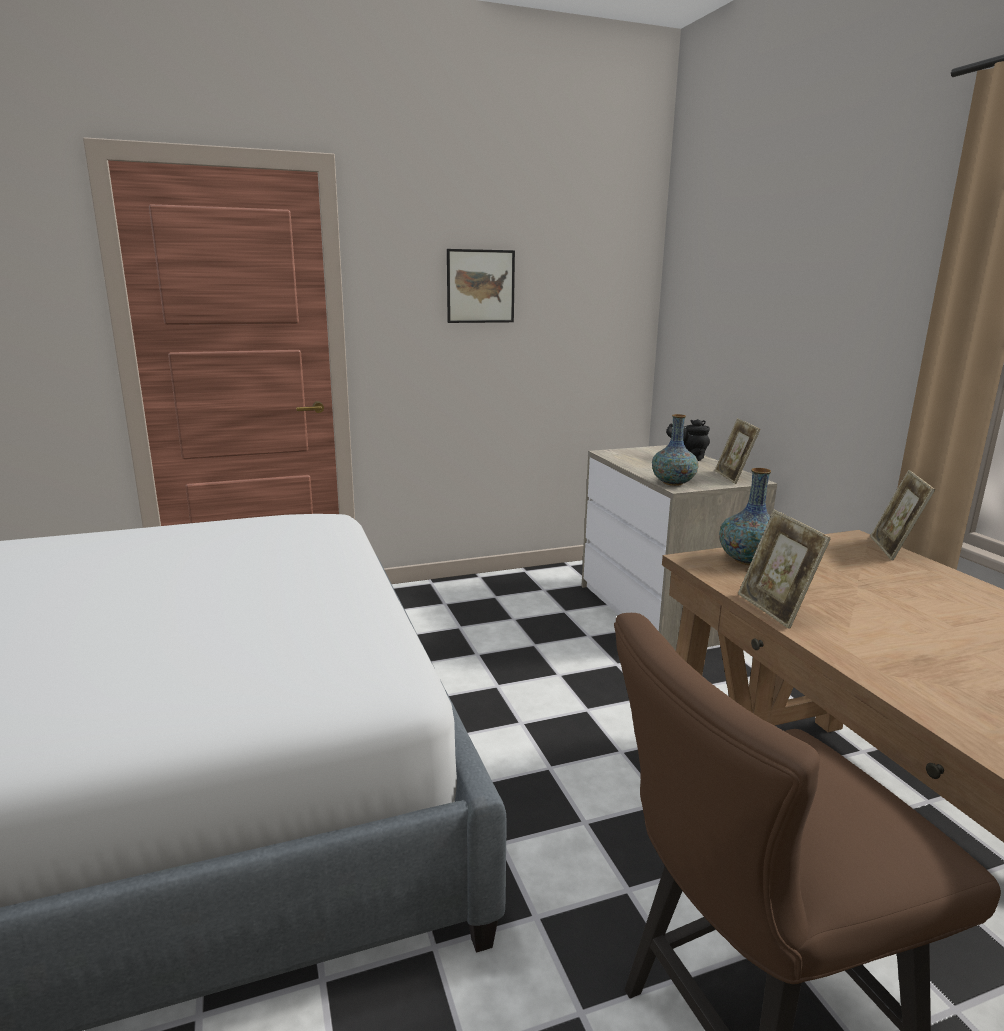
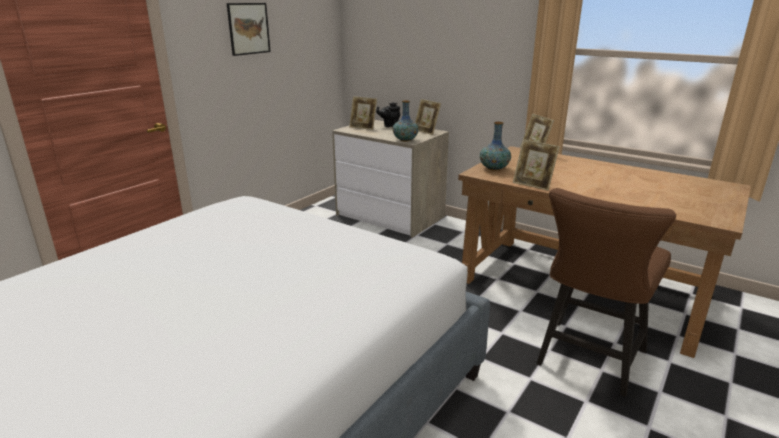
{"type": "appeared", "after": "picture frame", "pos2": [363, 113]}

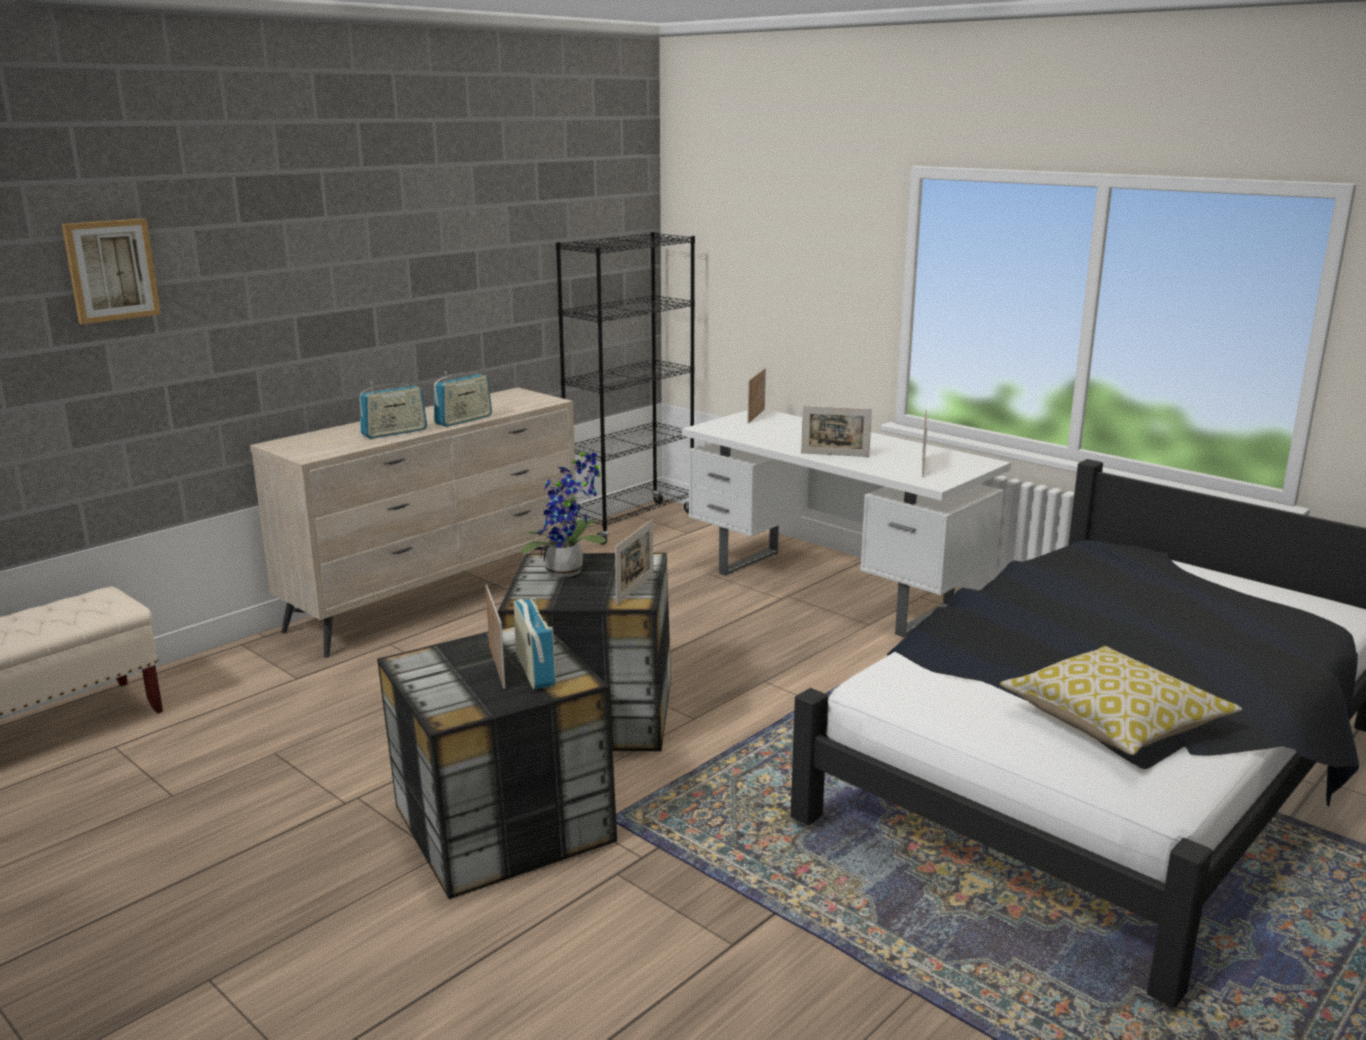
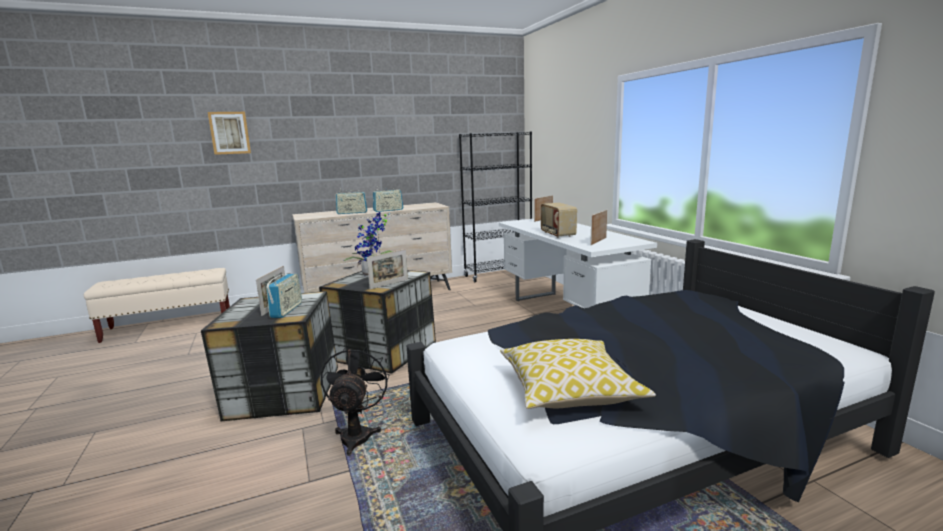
{"type": "exchanged", "before": "picture frame", "after": "radio receiver", "pos1": [836, 431], "pos2": [559, 220]}
{"type": "appeared", "after": "blackish electric fan", "pos2": [355, 400]}

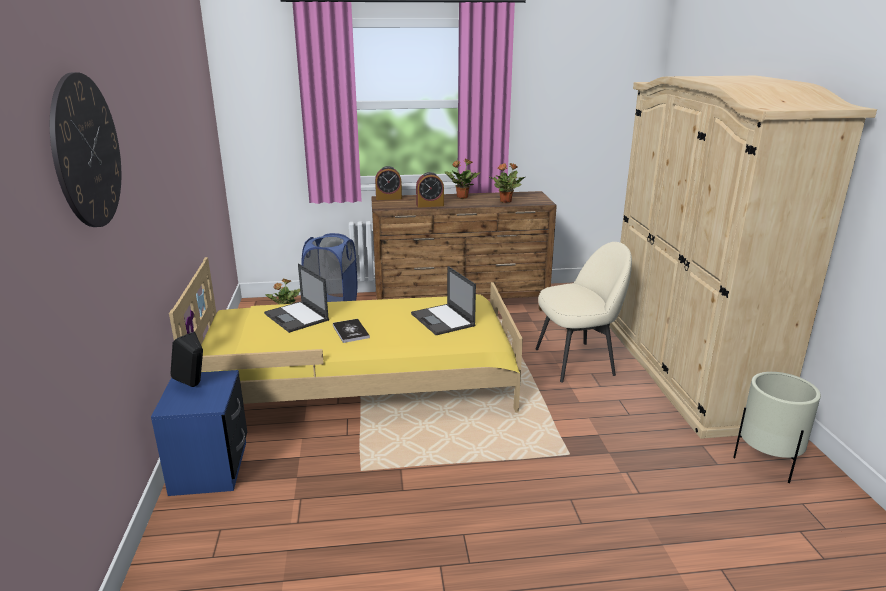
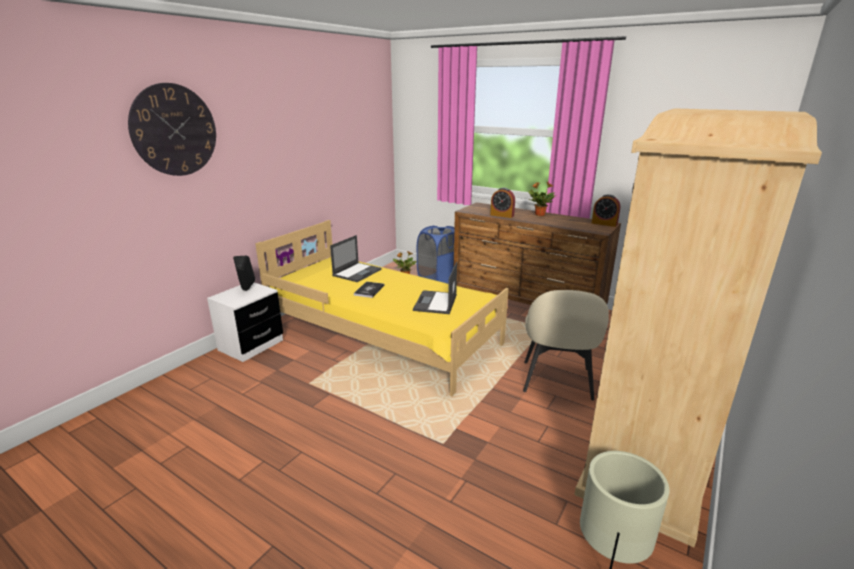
{"type": "colour", "before": "blue-coloured nightstand", "after": "whitish nightstand", "pos1": [199, 433], "pos2": [245, 322]}
{"type": "spun", "before": "notebook computer", "pos1": [296, 298], "pos2": [356, 258], "turn": -150}
{"type": "relocated", "before": "alarm clock", "pos1": [388, 183], "pos2": [606, 210]}
{"type": "missing", "before": "potted plant", "pos1": [507, 183]}
{"type": "spun", "before": "beige-coloured chair", "pos1": [583, 312], "pos2": [566, 345], "turn": 75}

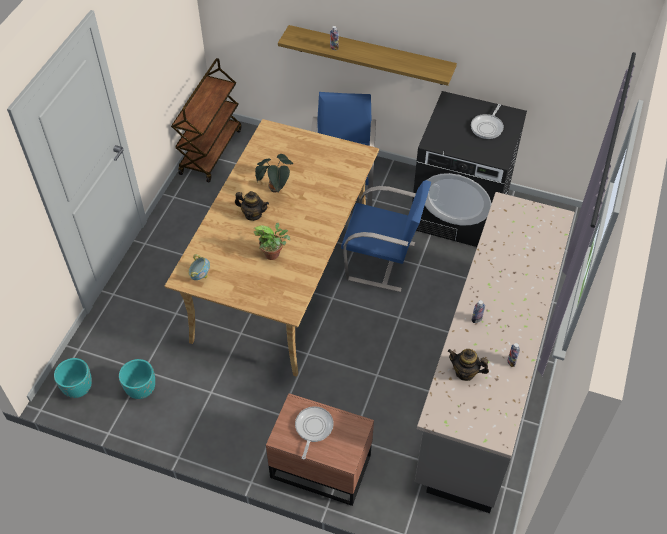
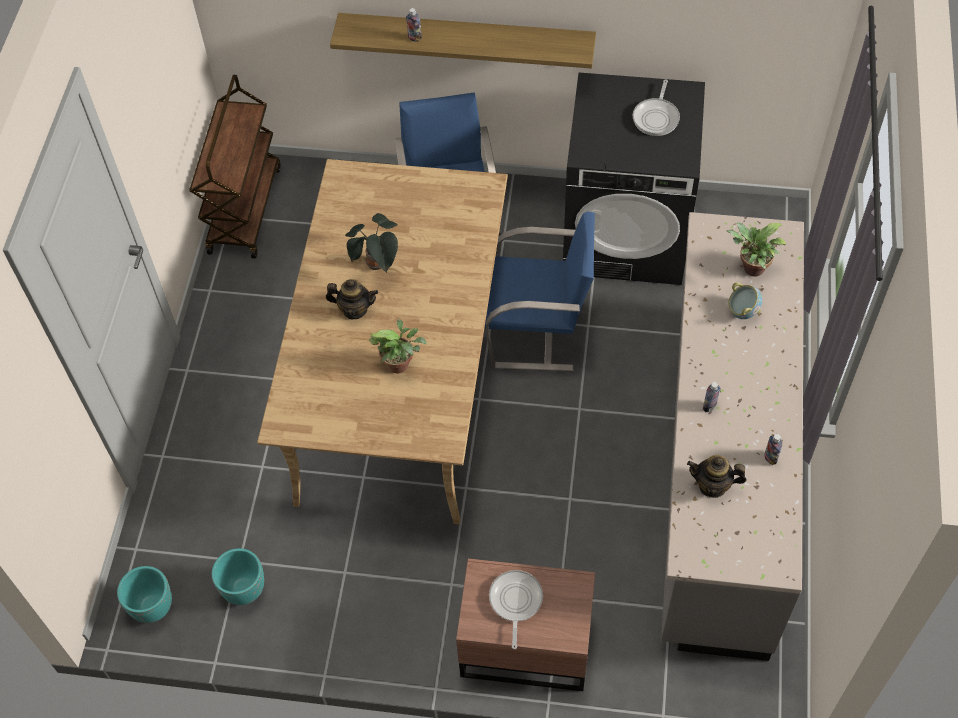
{"type": "relocated", "before": "deep dish", "pos1": [199, 267], "pos2": [745, 300]}
{"type": "appeared", "after": "potted plant", "pos2": [756, 250]}

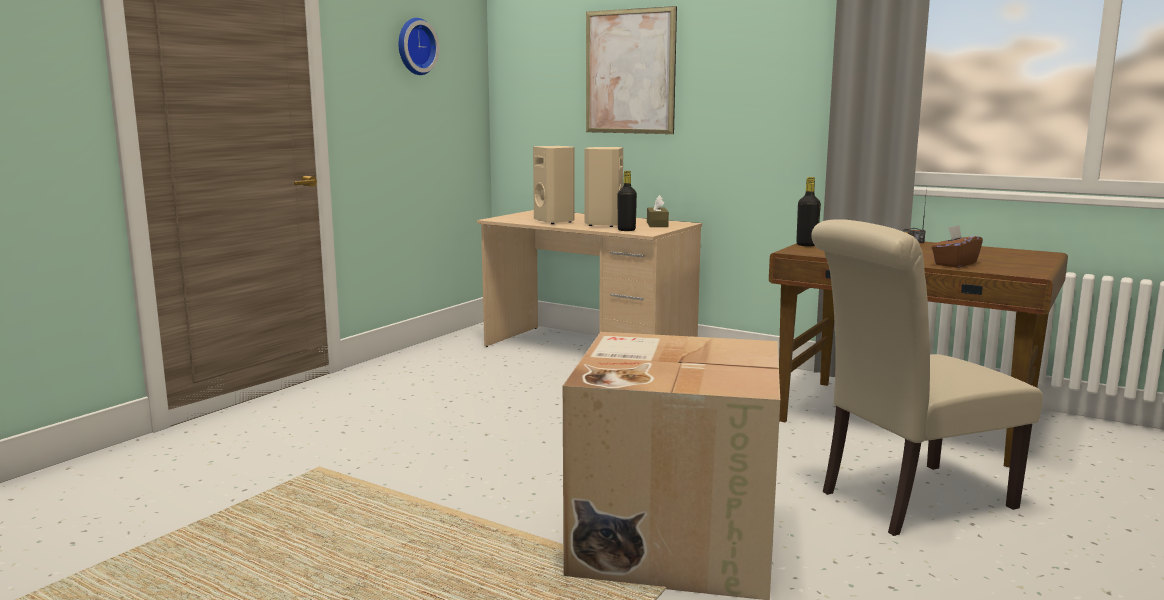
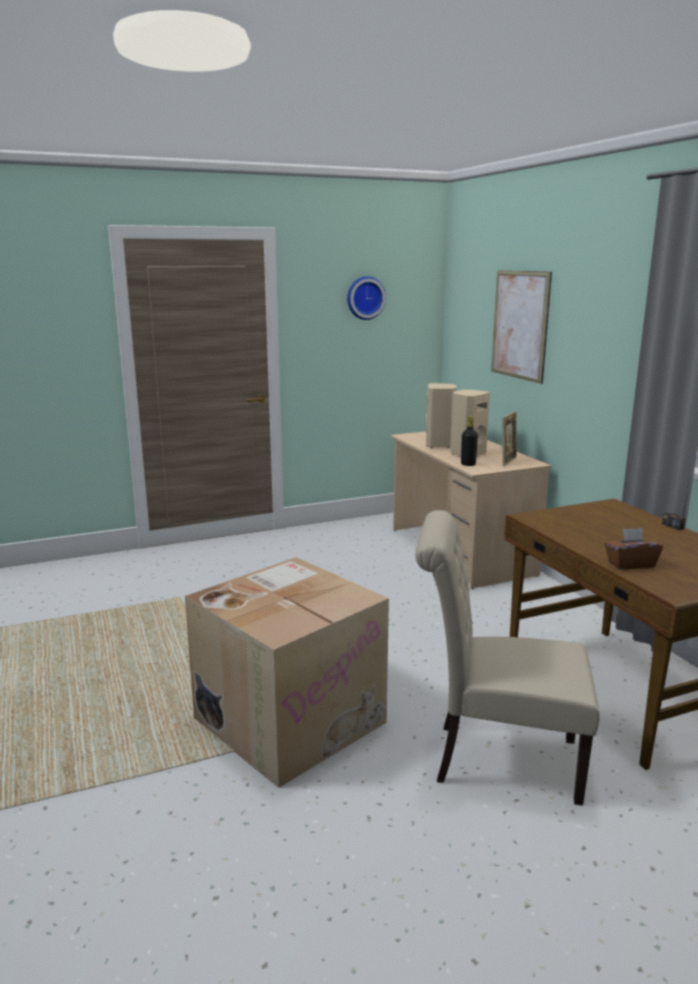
{"type": "exchanged", "before": "brown tissue holder", "after": "picture frame", "pos1": [658, 211], "pos2": [509, 438]}
{"type": "missing", "before": "blackish bottle", "pos1": [808, 211]}

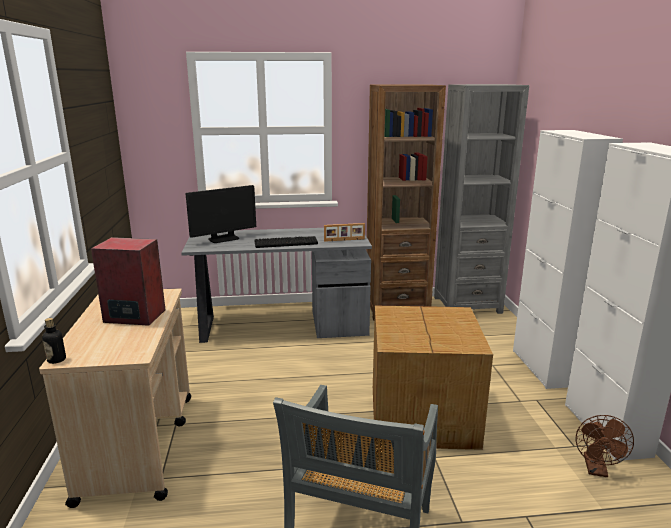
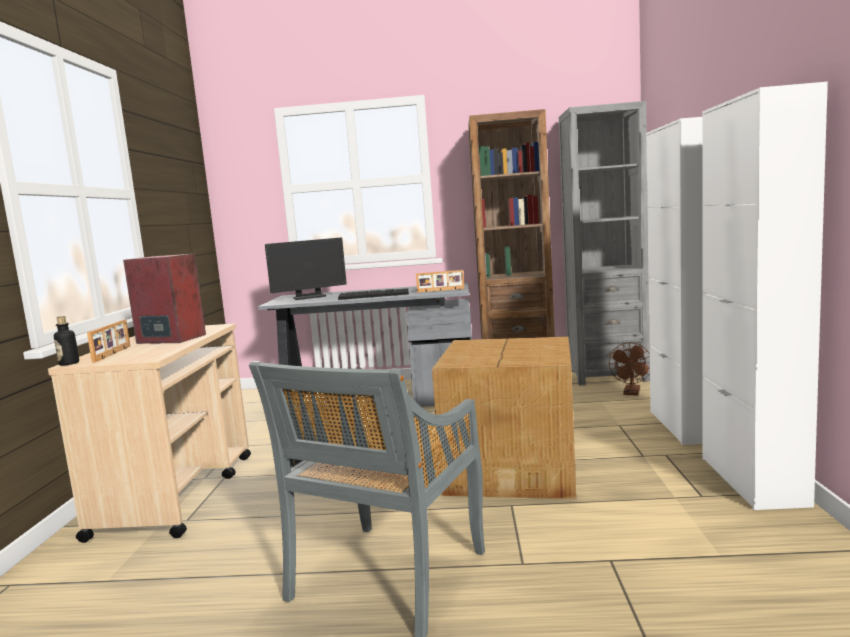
{"type": "relocated", "before": "brown electric fan", "pos1": [605, 446], "pos2": [629, 368]}
{"type": "appeared", "after": "picture frame", "pos2": [108, 341]}

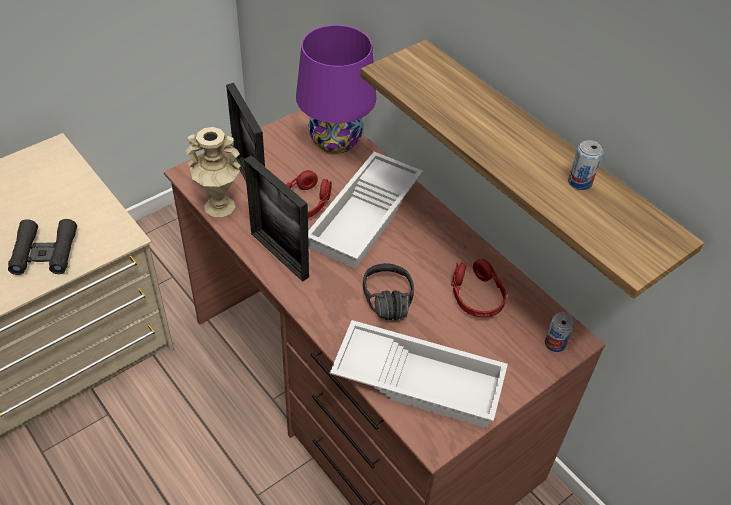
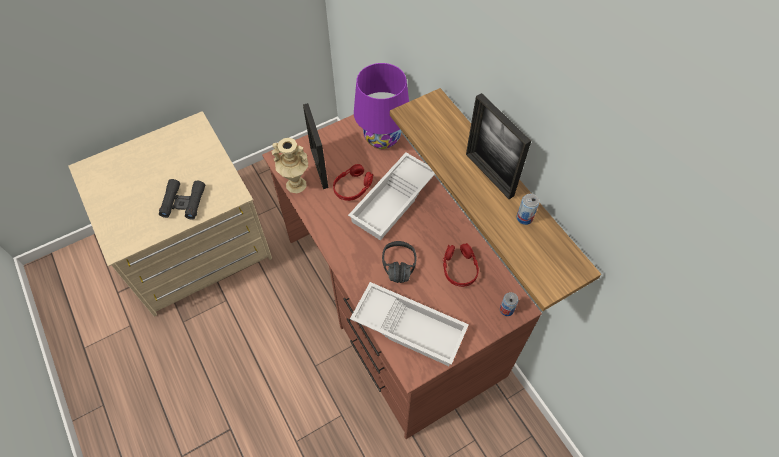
{"type": "relocated", "before": "picture frame", "pos1": [276, 218], "pos2": [498, 146]}

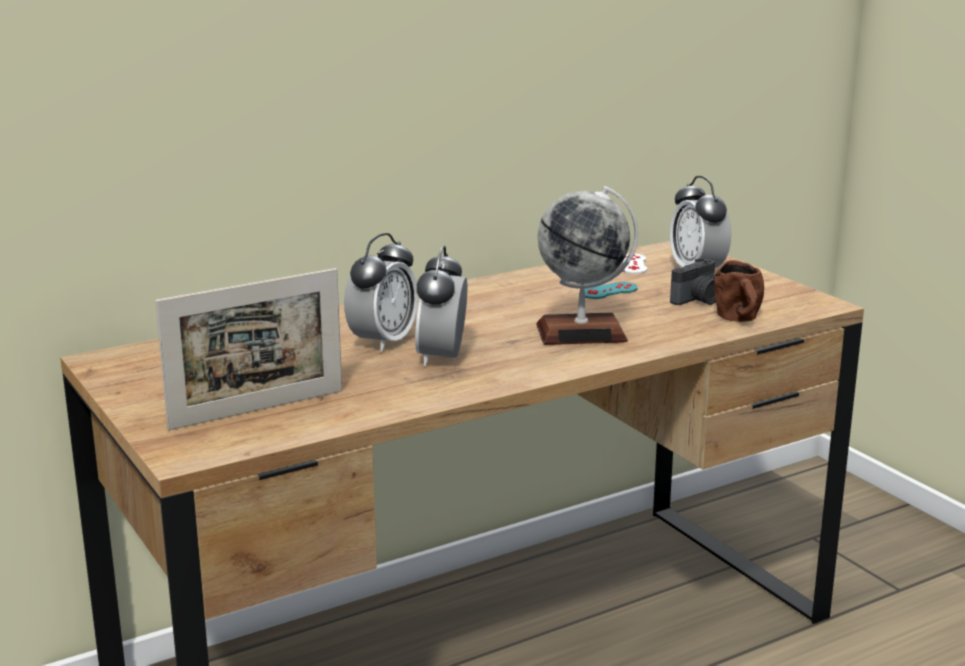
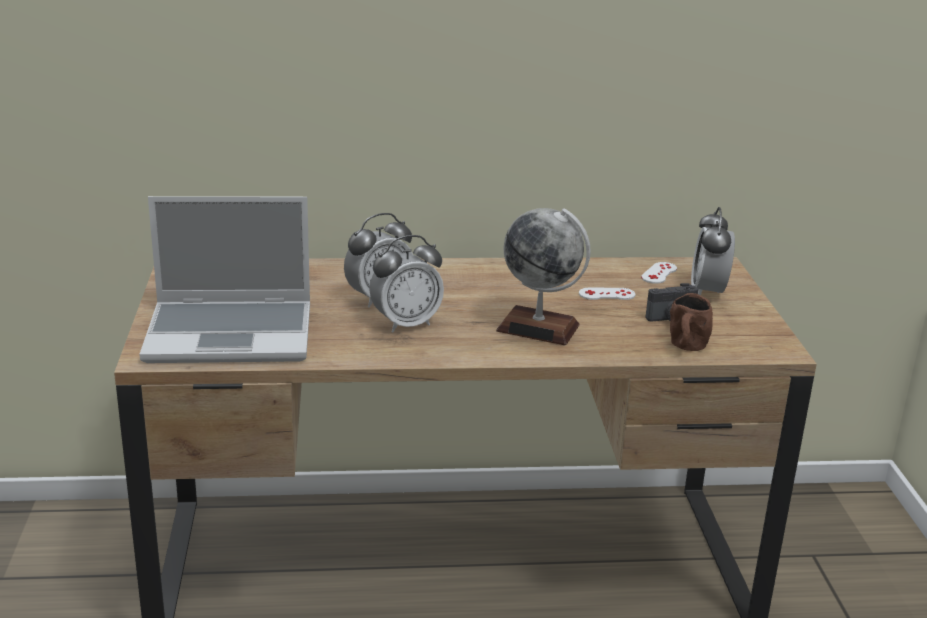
{"type": "exchanged", "before": "picture frame", "after": "notebook computer", "pos1": [248, 349], "pos2": [224, 279]}
{"type": "spun", "before": "alarm clock", "pos1": [441, 306], "pos2": [407, 283], "turn": -150}
{"type": "colour", "before": "blue-green game controller", "after": "whitish game controller", "pos1": [610, 290], "pos2": [607, 294]}

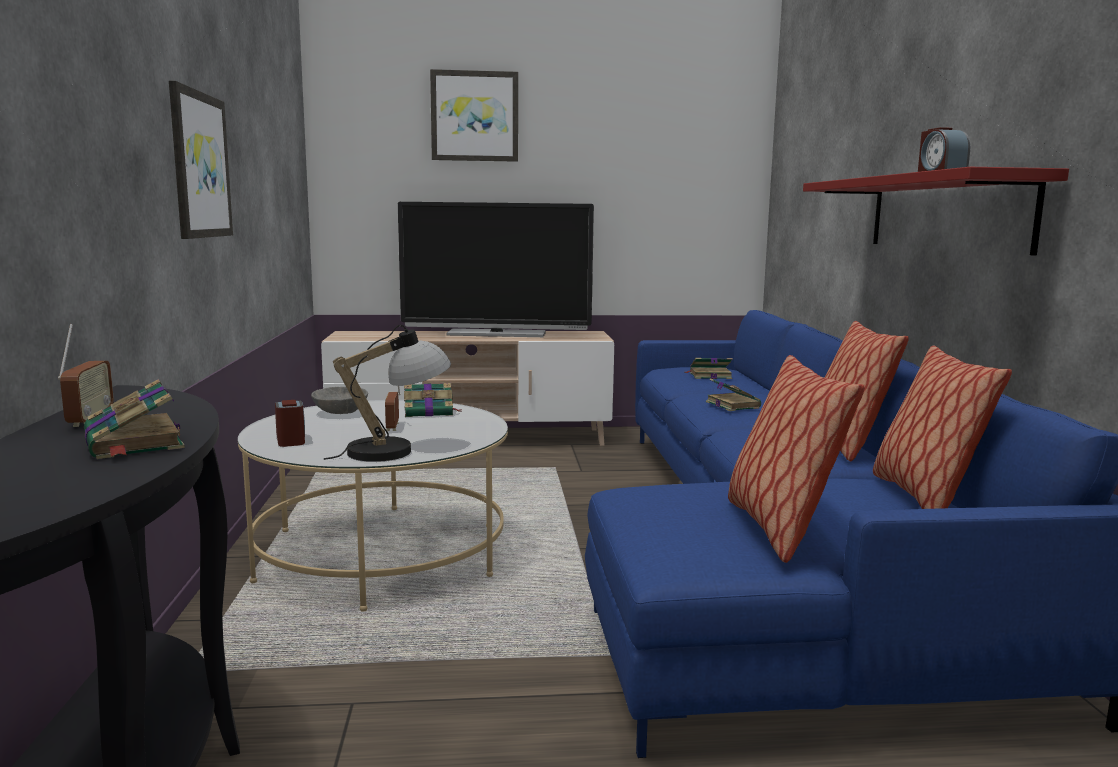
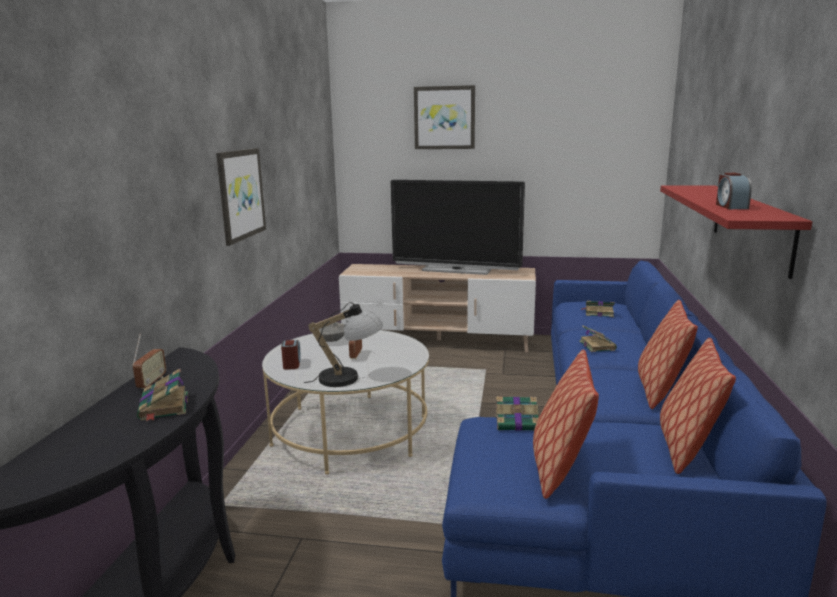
{"type": "relocated", "before": "bound book", "pos1": [431, 400], "pos2": [517, 413]}

